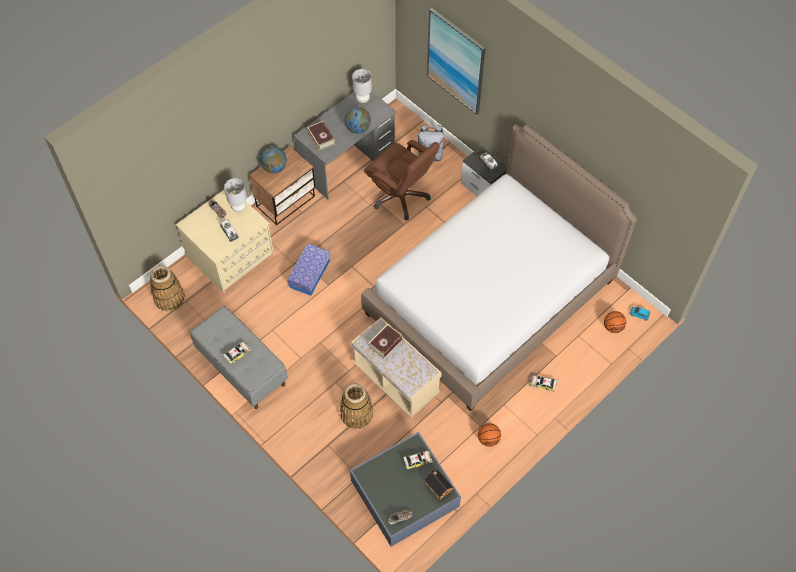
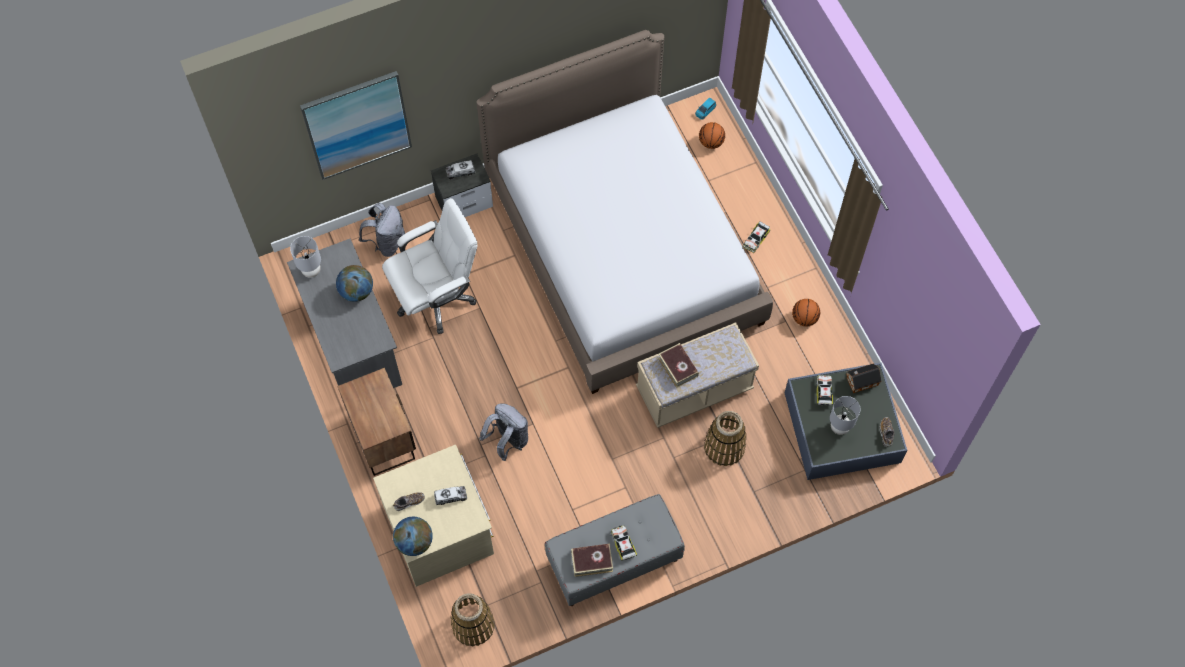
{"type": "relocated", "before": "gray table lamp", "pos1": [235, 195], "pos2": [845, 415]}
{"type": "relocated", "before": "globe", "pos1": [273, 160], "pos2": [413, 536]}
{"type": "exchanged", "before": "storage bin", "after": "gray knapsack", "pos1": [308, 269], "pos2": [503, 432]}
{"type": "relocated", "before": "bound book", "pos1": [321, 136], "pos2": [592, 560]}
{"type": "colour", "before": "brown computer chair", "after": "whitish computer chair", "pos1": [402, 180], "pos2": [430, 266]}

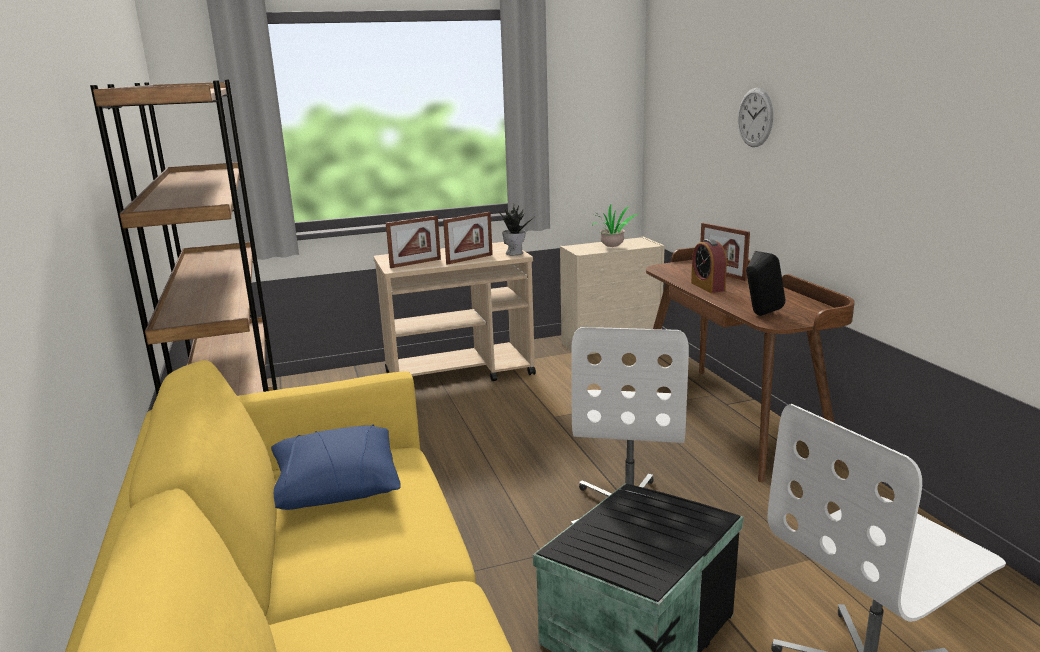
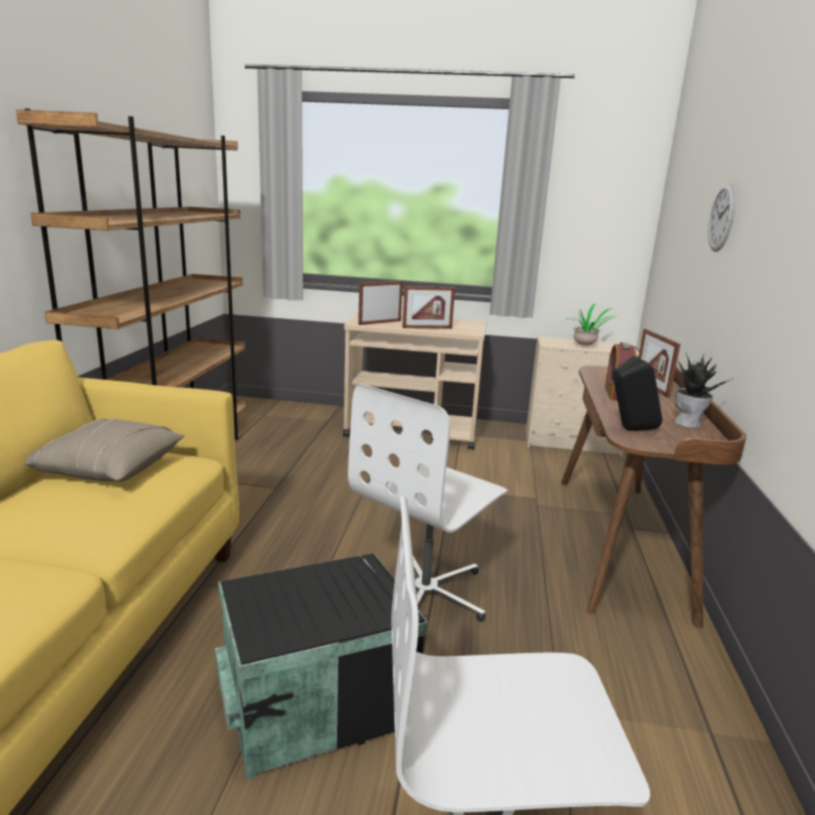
{"type": "colour", "before": "blue-coloured pillow", "after": "beige-coloured pillow", "pos1": [336, 467], "pos2": [104, 450]}
{"type": "spun", "before": "picture frame", "pos1": [413, 242], "pos2": [380, 303], "turn": 150}
{"type": "relocated", "before": "potted plant", "pos1": [516, 230], "pos2": [703, 391]}

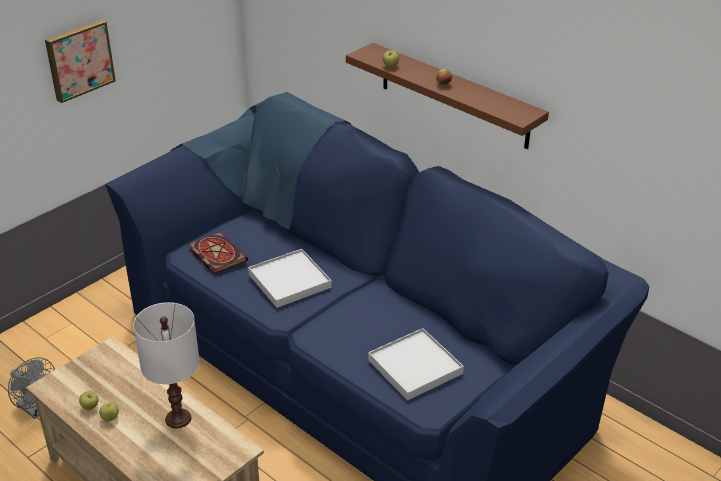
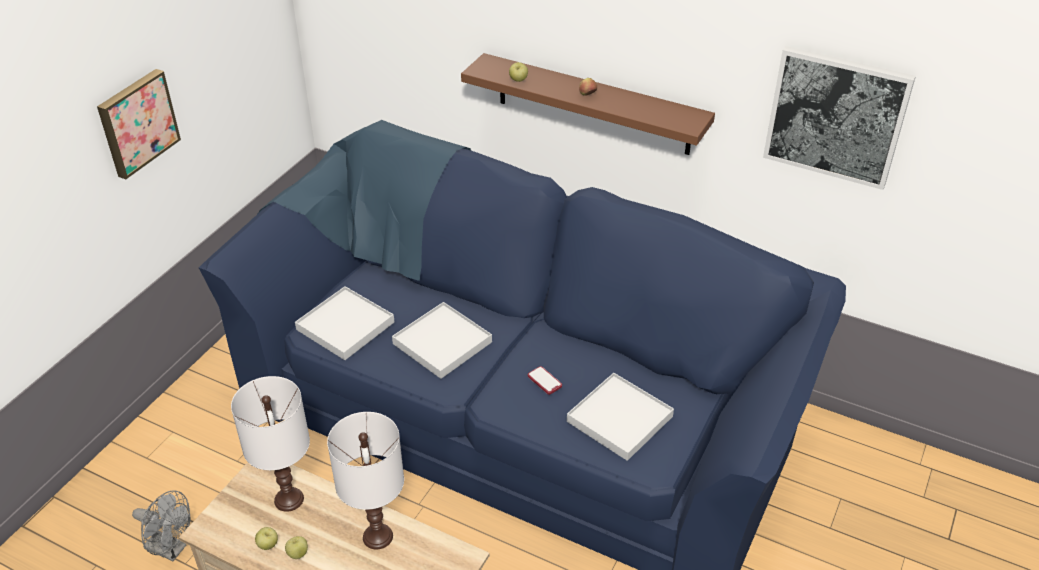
{"type": "exchanged", "before": "bound book", "after": "whitish tray", "pos1": [218, 253], "pos2": [344, 323]}
{"type": "appeared", "after": "whitish table lamp", "pos2": [270, 444]}
{"type": "appeared", "after": "handset", "pos2": [545, 380]}
{"type": "appeared", "after": "wall picture", "pos2": [839, 118]}

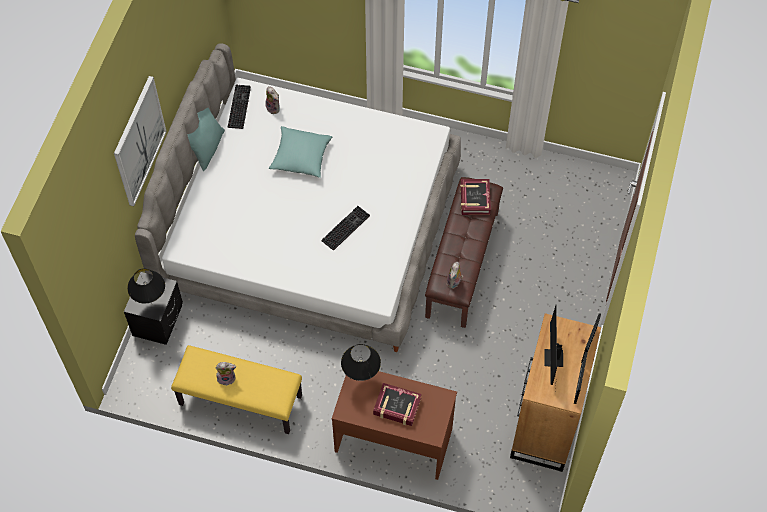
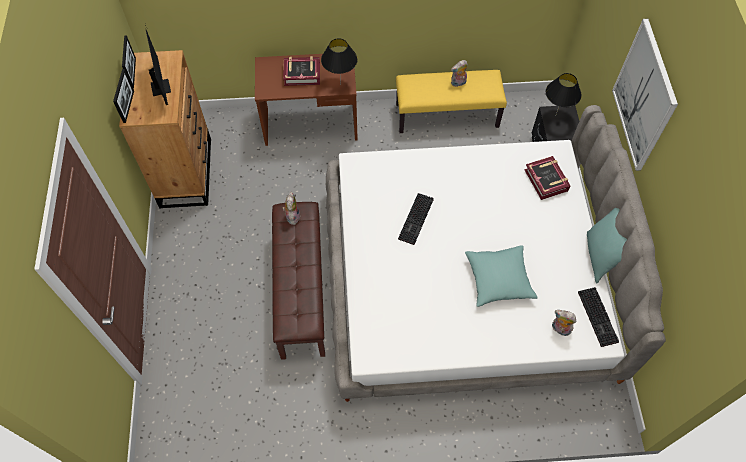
{"type": "relocated", "before": "bound book", "pos1": [475, 197], "pos2": [547, 178]}

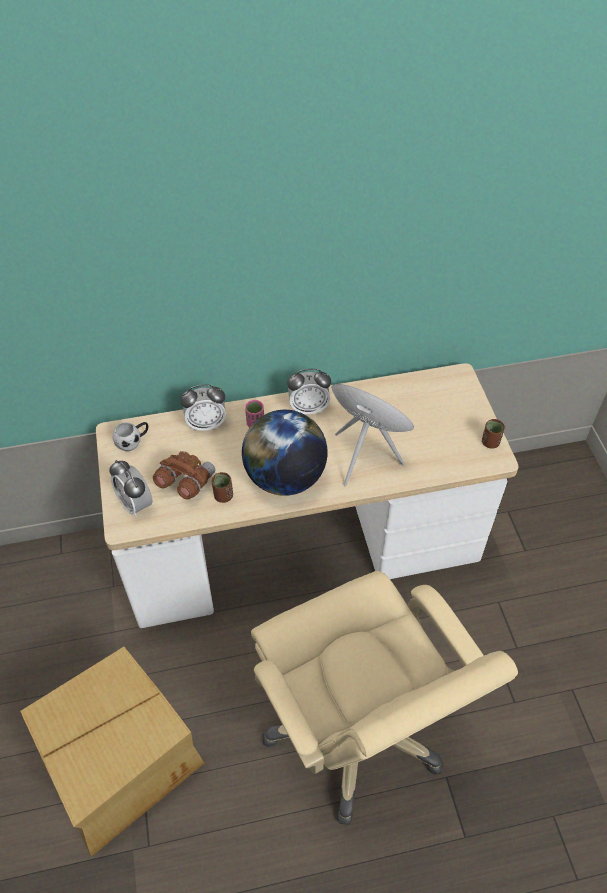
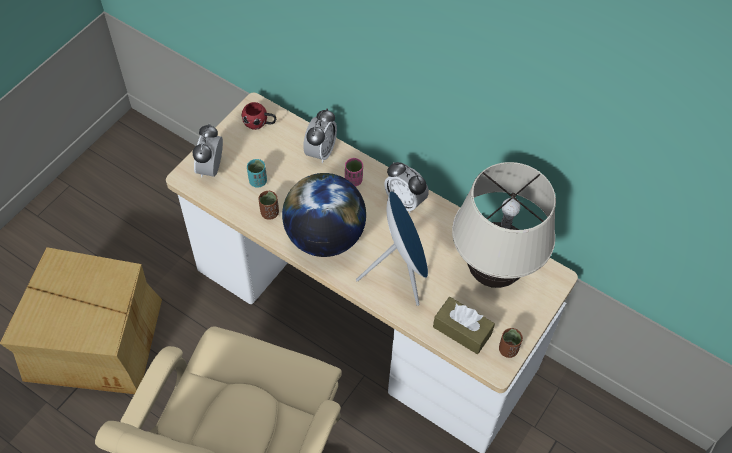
{"type": "colour", "before": "whitish mug", "after": "reddish mug", "pos1": [130, 436], "pos2": [259, 116]}
{"type": "exchanged", "before": "brown pair of binoculars", "after": "blue-green drinking cup", "pos1": [184, 475], "pos2": [257, 173]}
{"type": "spun", "before": "alarm clock", "pos1": [203, 408], "pos2": [320, 136], "turn": -105}
{"type": "appeared", "after": "brown tissue holder", "pos2": [464, 325]}
{"type": "appeared", "after": "beige-coloured table lamp", "pos2": [504, 225]}

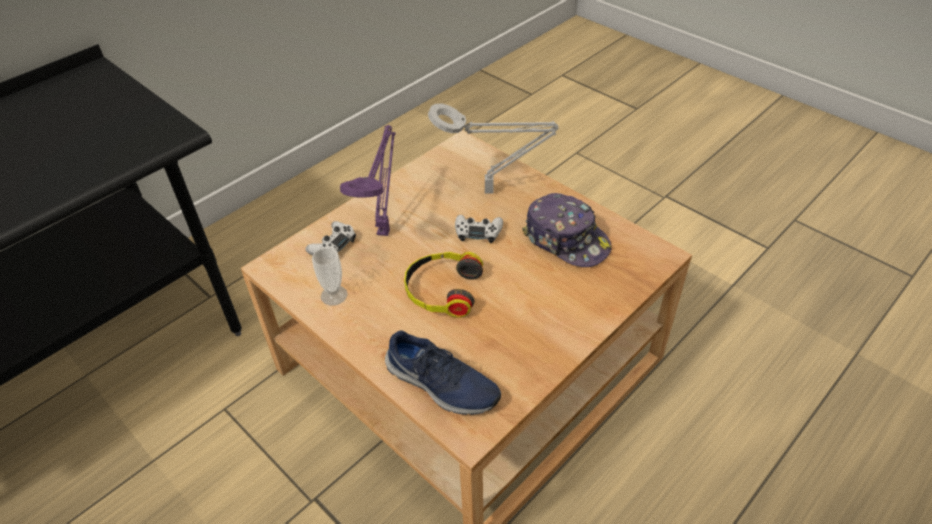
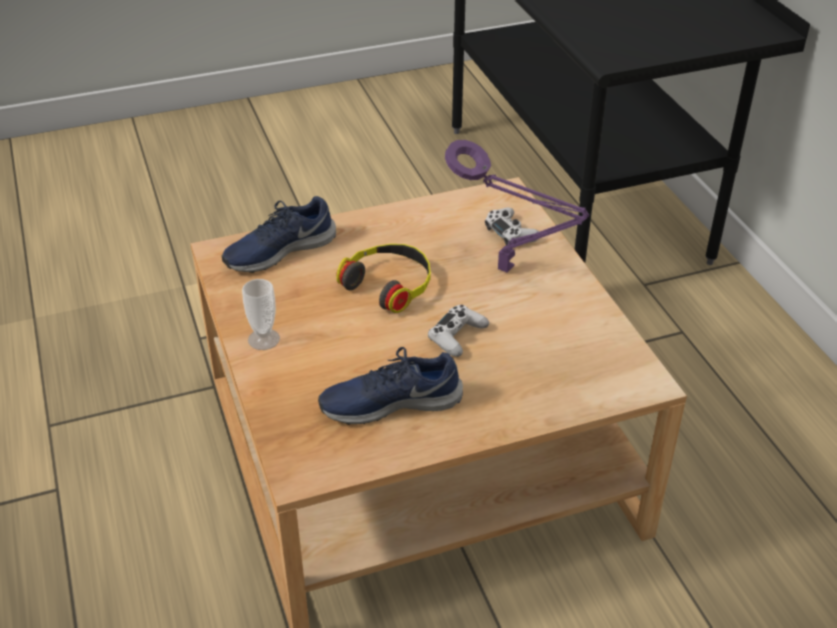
{"type": "relocated", "before": "drinking cup", "pos1": [330, 276], "pos2": [261, 314]}
{"type": "missing", "before": "gray table lamp", "pos1": [493, 149]}
{"type": "exchanged", "before": "peaked cap", "after": "blue-coloured item of footwear", "pos1": [567, 230], "pos2": [390, 386]}

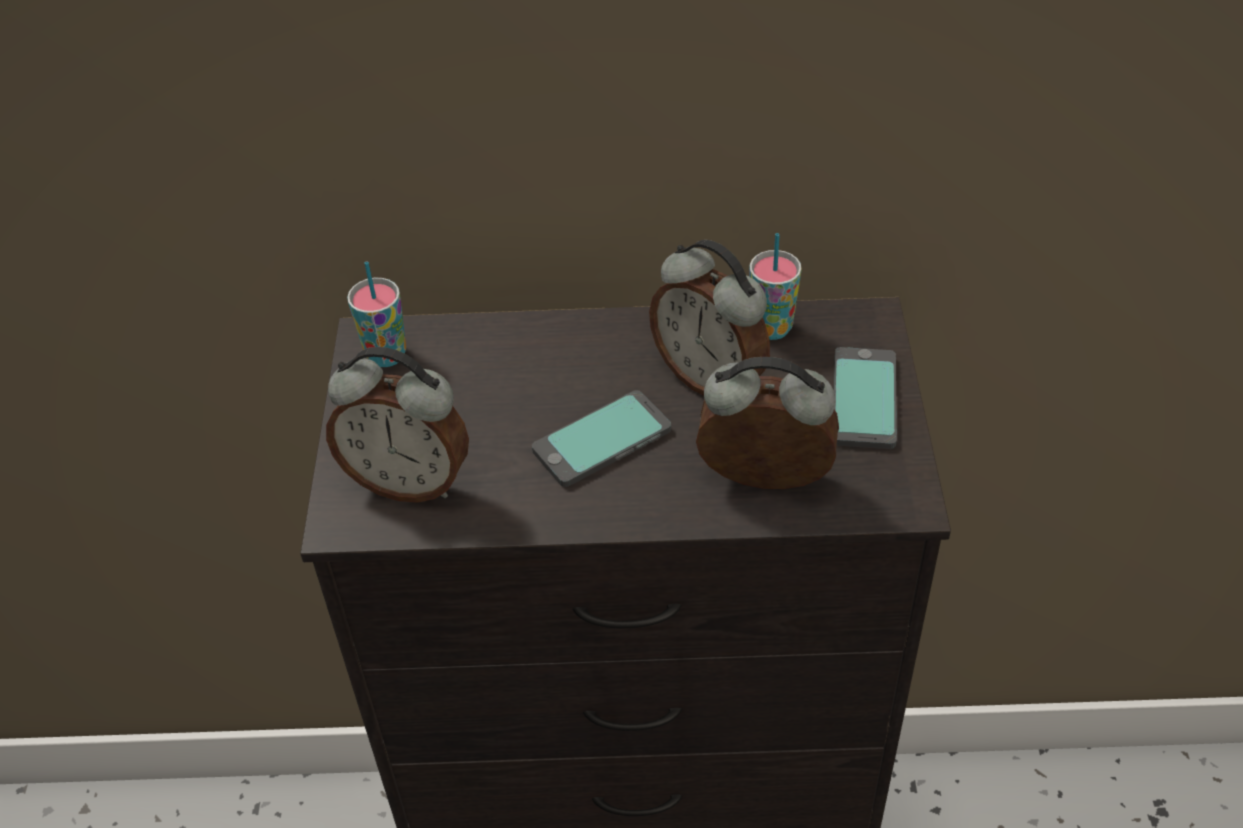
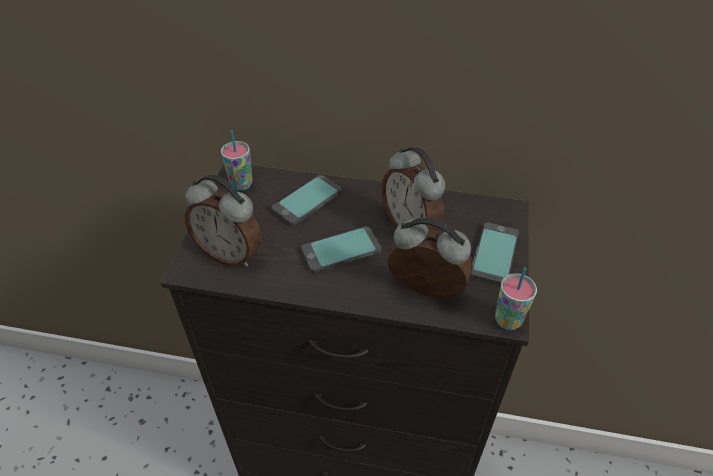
{"type": "relocated", "before": "drinking cup", "pos1": [775, 286], "pos2": [516, 298]}
{"type": "appeared", "after": "handset", "pos2": [306, 200]}

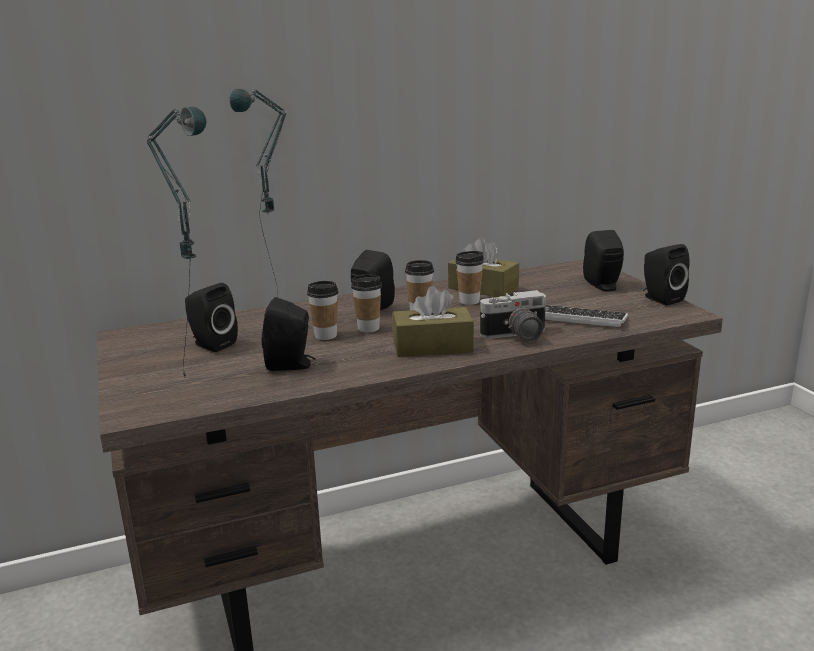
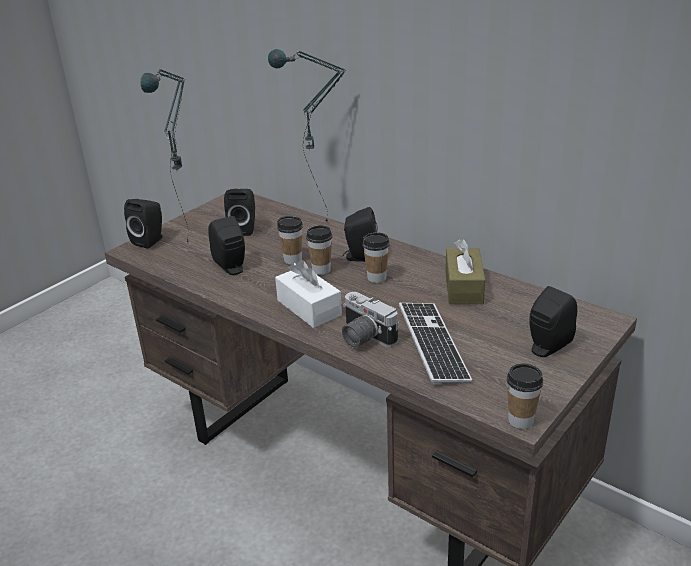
{"type": "colour", "before": "brown tissue holder", "after": "whitish tissue holder", "pos1": [433, 321], "pos2": [308, 294]}
{"type": "relocated", "before": "drinking cup", "pos1": [469, 278], "pos2": [525, 396]}
{"type": "relocated", "before": "blackish loudspeaker", "pos1": [666, 275], "pos2": [143, 224]}

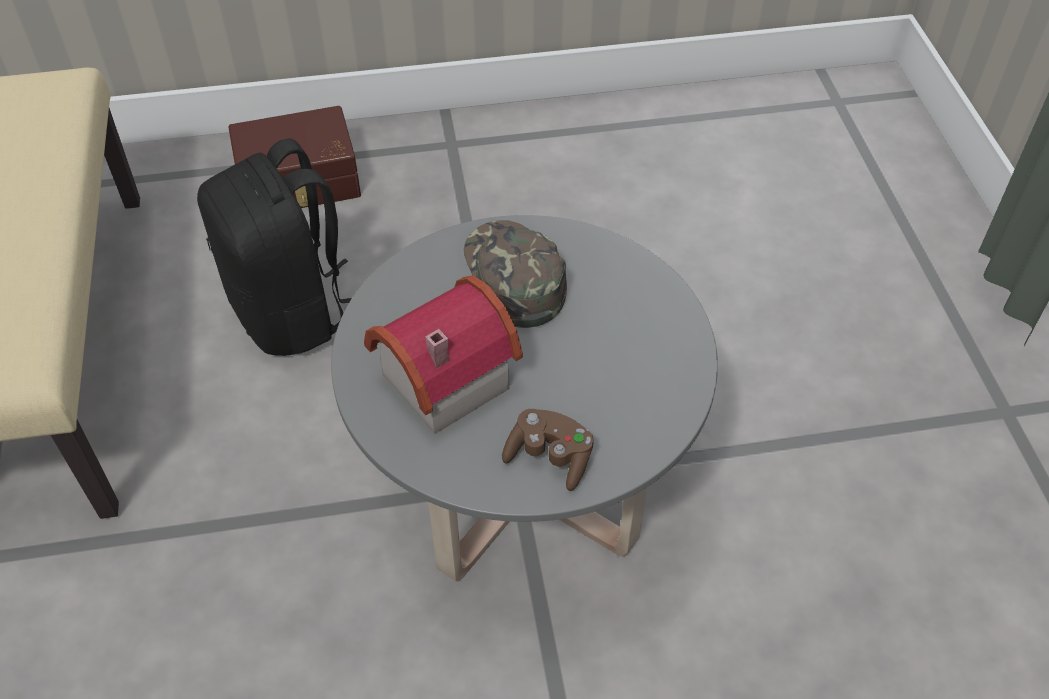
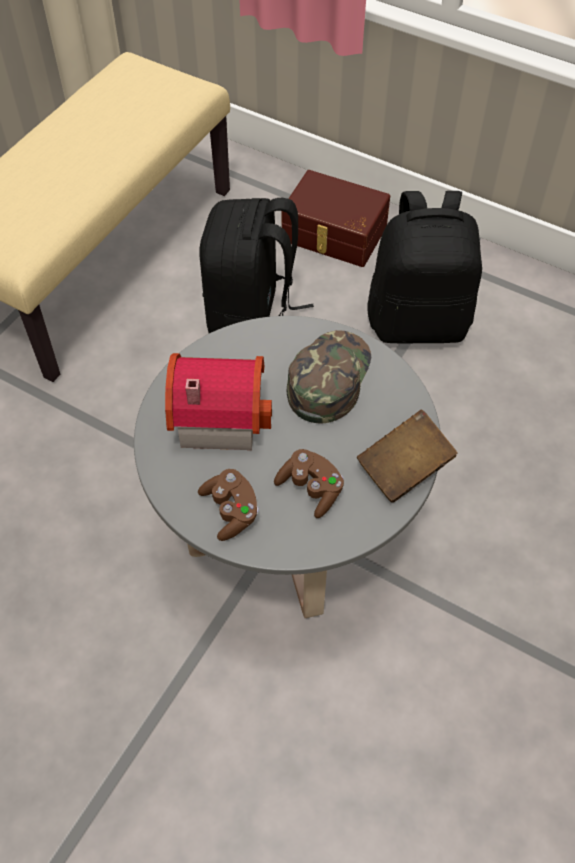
{"type": "appeared", "after": "brown game controller", "pos2": [309, 483]}
{"type": "appeared", "after": "brown bound book", "pos2": [407, 456]}
{"type": "appeared", "after": "blackish knapsack", "pos2": [424, 267]}

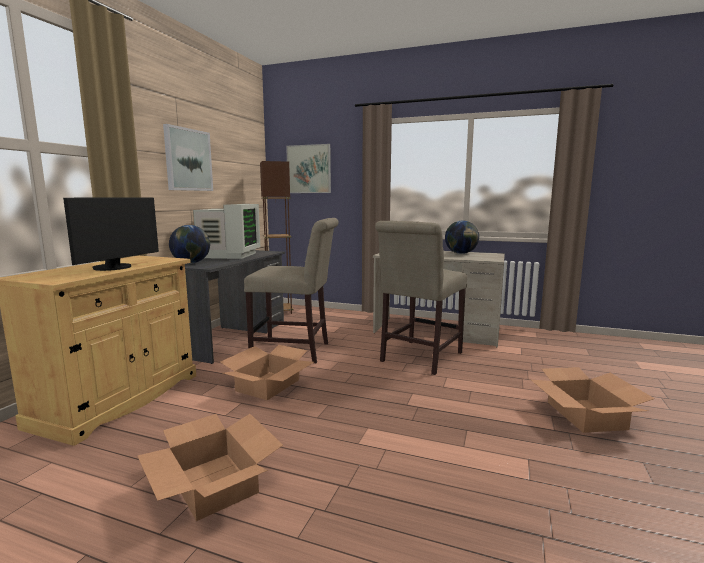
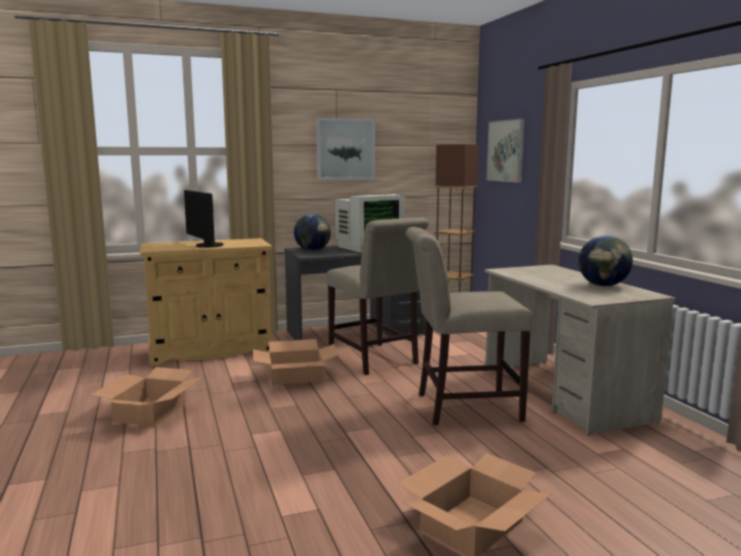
{"type": "spun", "before": "computer screen", "pos1": [111, 234], "pos2": [204, 219], "turn": 75}

